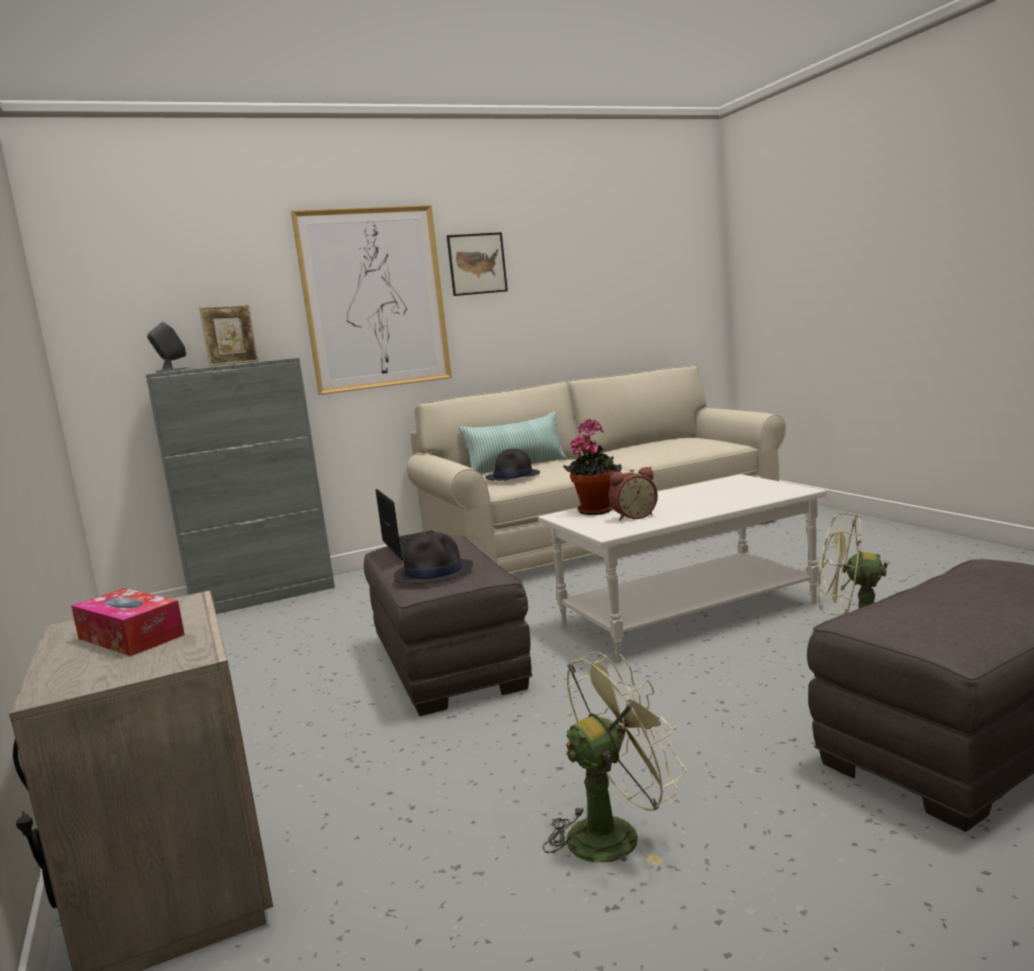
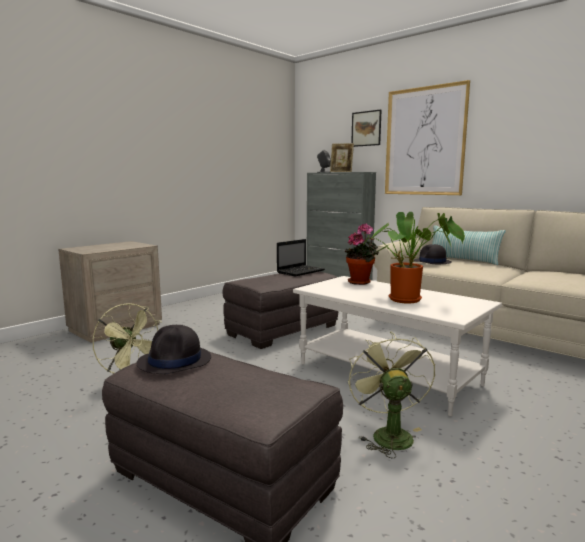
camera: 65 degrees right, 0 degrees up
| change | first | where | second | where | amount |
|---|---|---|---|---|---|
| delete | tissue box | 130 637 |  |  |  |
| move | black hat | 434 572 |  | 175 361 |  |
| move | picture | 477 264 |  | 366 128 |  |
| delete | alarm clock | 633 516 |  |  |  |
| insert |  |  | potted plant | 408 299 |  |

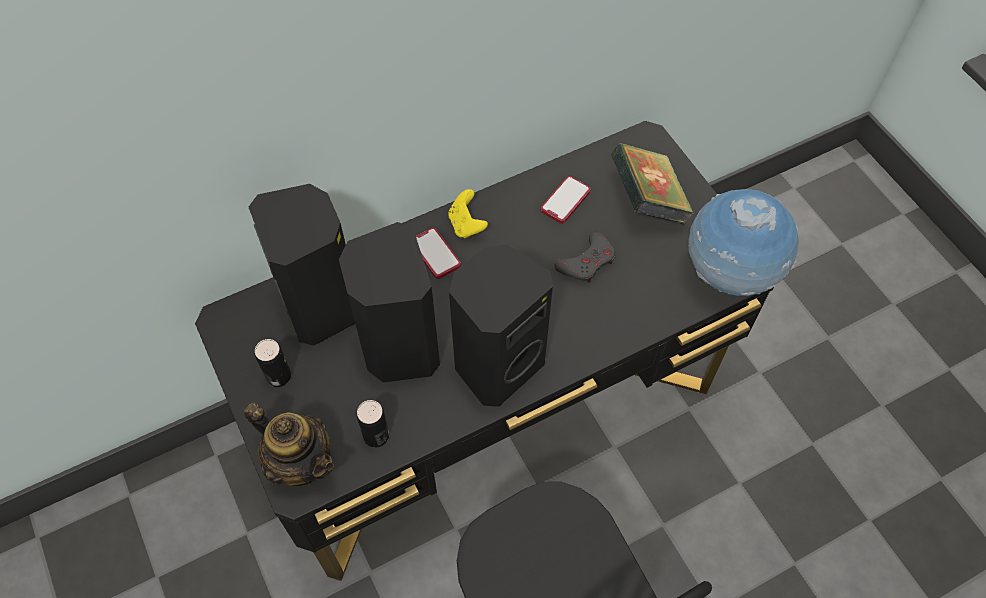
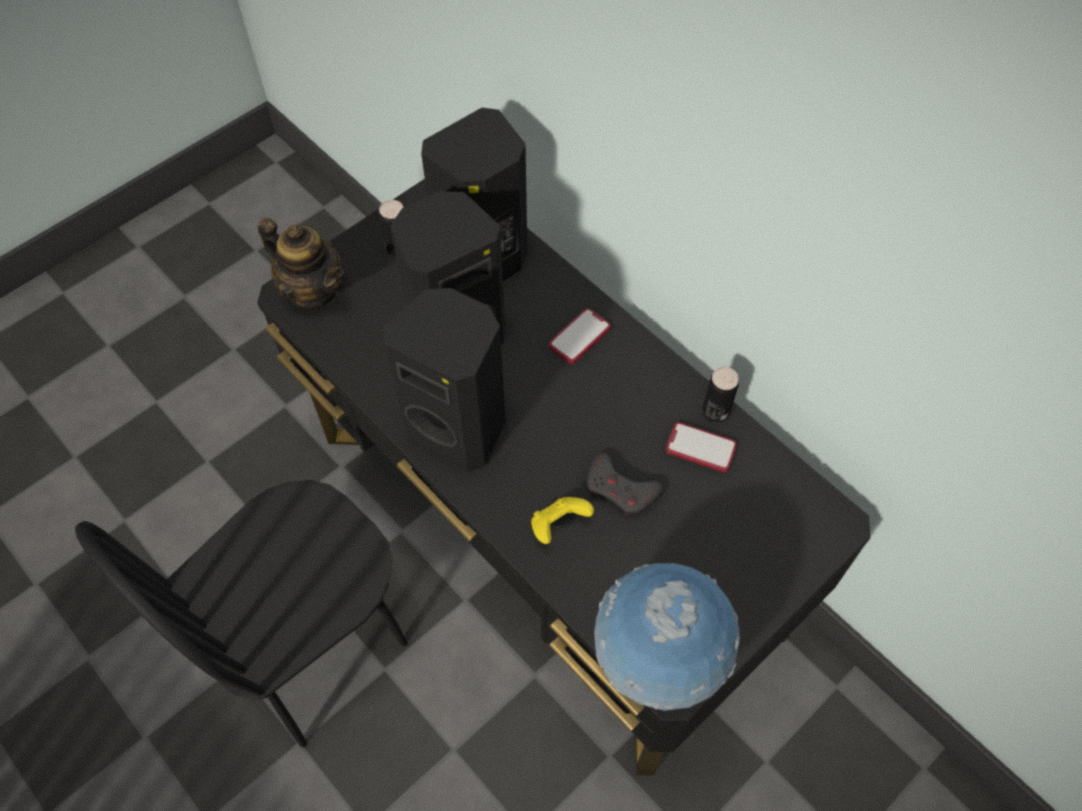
camera: 75 degrees right, 0 degrees up
| change | first | where | second | where | amount |
|---|---|---|---|---|---|
| rotate | teapot | 301 462 |  | 313 291 | 75 degrees counterclockwise |
| move | can | 376 436 |  | 715 411 |  |
| move | yellow game controller | 466 225 |  | 558 525 |  |
| delete | book | 647 201 |  |  |  |

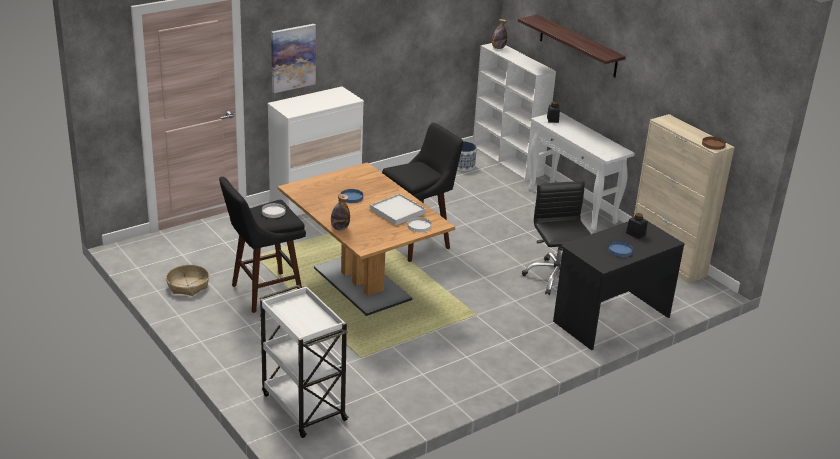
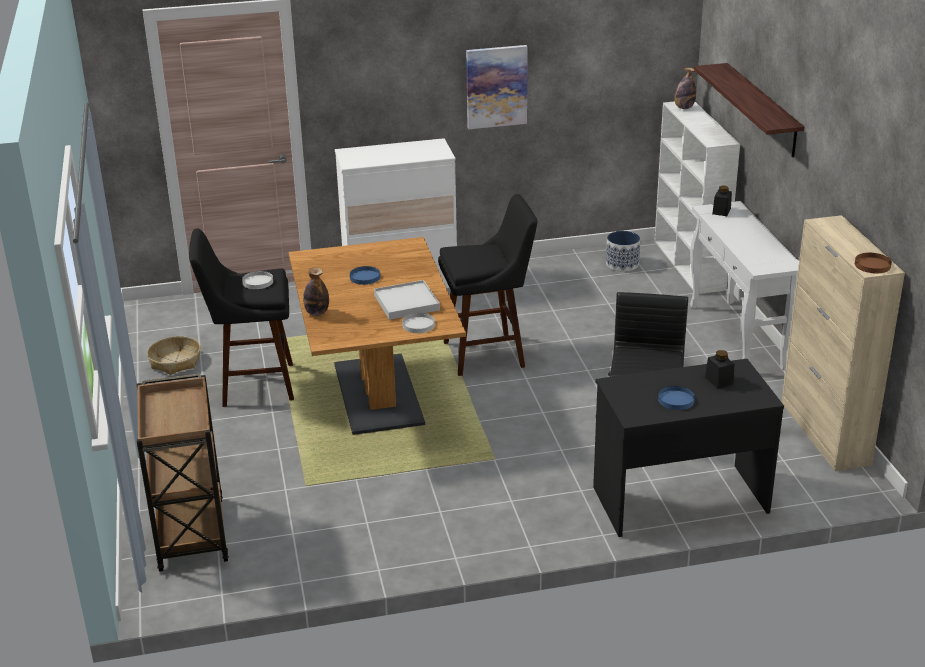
camera: 25 degrees right, 0 degrees up
| change | first | where | second | where | amount |
|---|---|---|---|---|---|
| recolor | white cart | 303 406 | brown cart | 191 532 |  |
| move | picture | 292 57 |  | 496 86 |  |

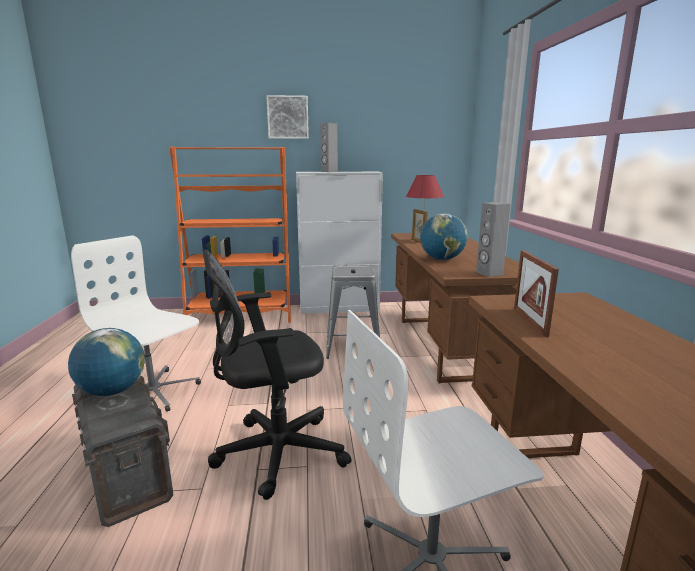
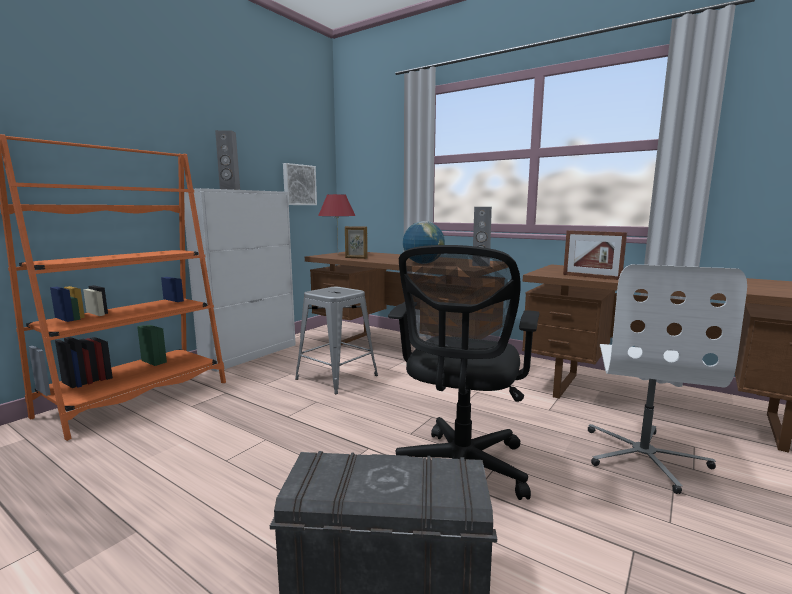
camera: 50 degrees left, 5 degrees down
| change | first | where | second | where | amount |
|---|---|---|---|---|---|
| delete | globe | 113 391 |  |  |  |
| delete | white office chair | 152 392 |  |  |  |
| move | picture | 288 117 |  | 298 185 |  |

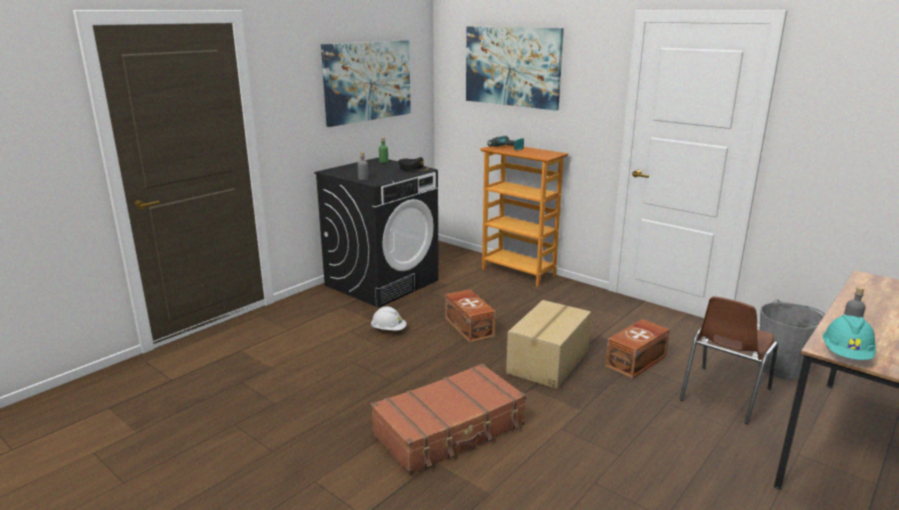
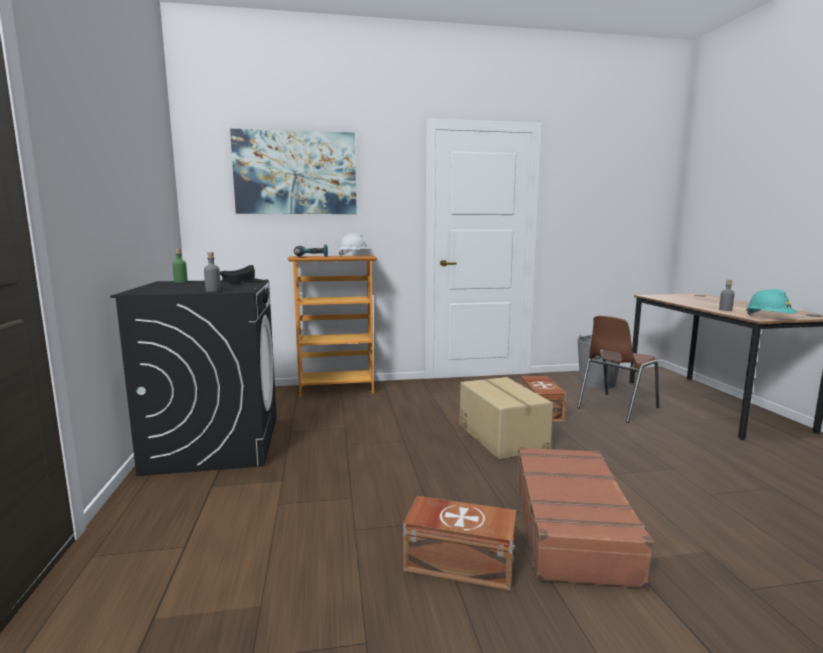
camera: 50 degrees left, 10 degrees down
| change | first | where | second | where | amount |
|---|---|---|---|---|---|
| delete | picture | 367 81 |  |  |  |
| move | white hard hat | 388 330 |  | 354 256 |  |
| move | brown storage box | 469 327 |  | 458 561 |  |
| rotate | brown chair | 723 395 |  | 616 408 | 60 degrees clockwise |

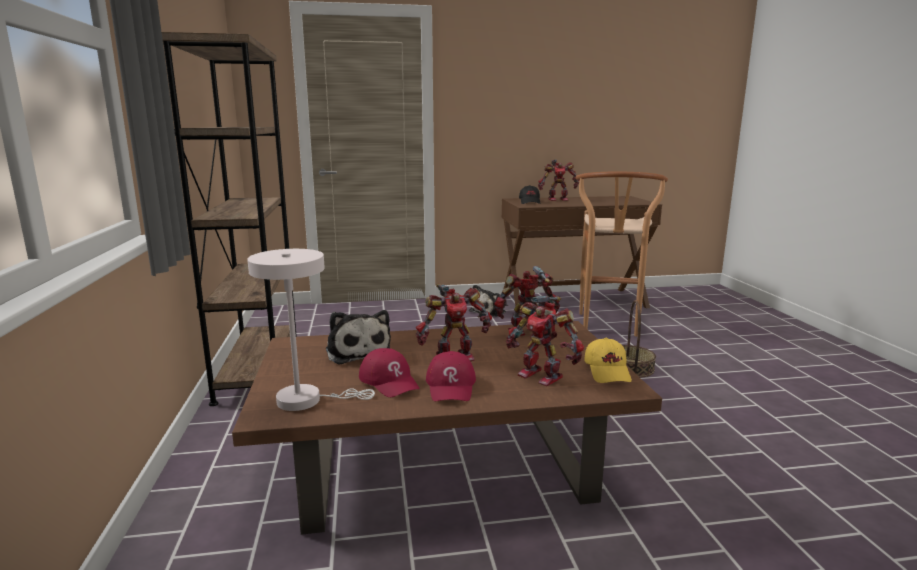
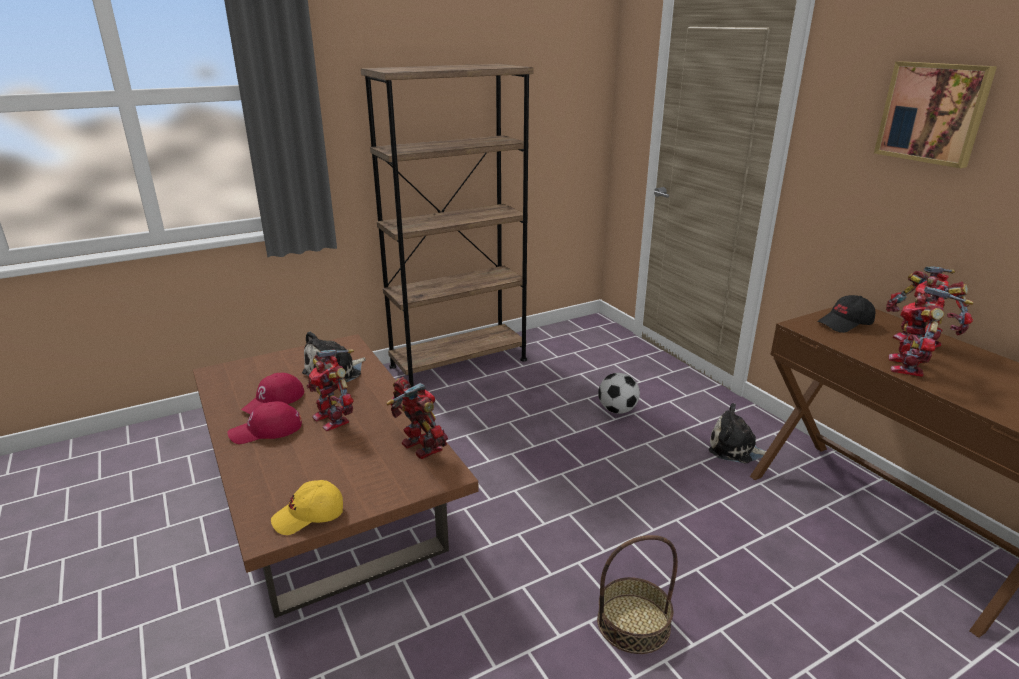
camera: 70 degrees right, 10 degrees up
| change | first | where | second | where | amount |
|---|---|---|---|---|---|
| delete | white table lamp | 307 400 |  |  |  |
| move | toy robot | 542 375 |  | 909 366 |  |
| delete | brown stool | 609 327 |  |  |  |
| insert |  |  | football | 617 410 |  |
| insert |  |  | picture | 933 113 |  |

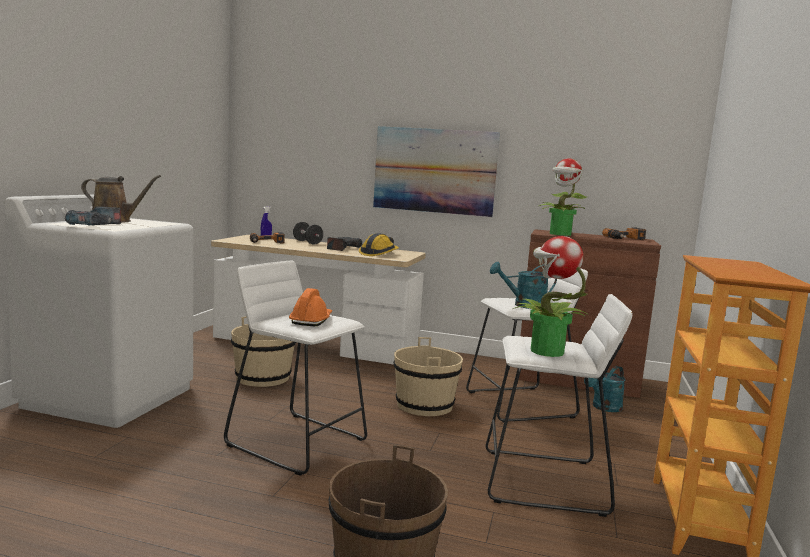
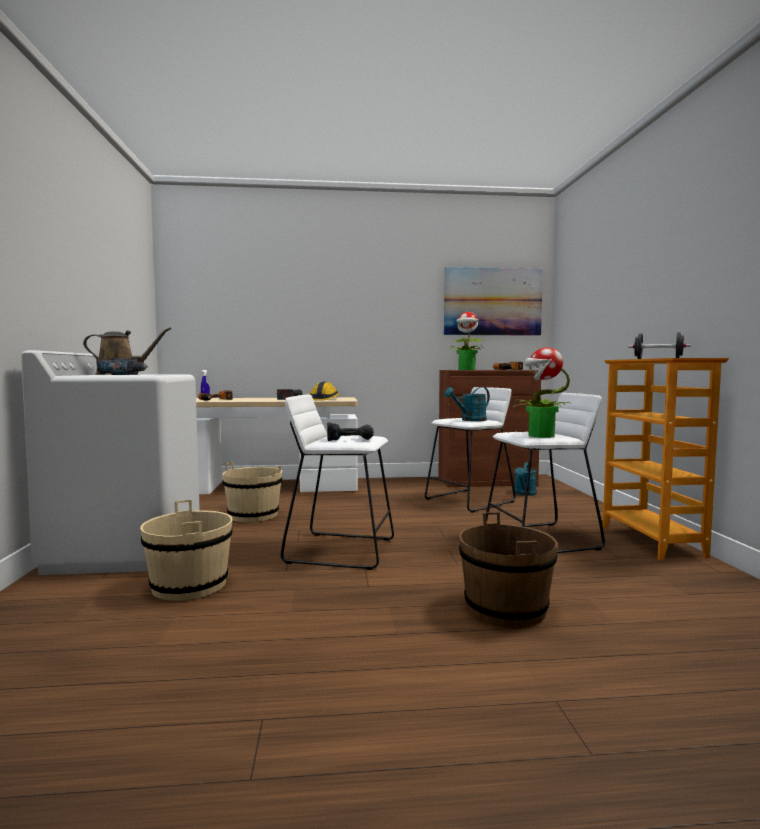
camera: 20 degrees left, 5 degrees down
| change | first | where | second | where | amount |
|---|---|---|---|---|---|
| replace | orange hard hat | 311 320 | power drill | 350 438 |  |
| move | black dumbbell | 307 242 |  | 658 359 |  |
| move | picture | 435 171 |  | 492 302 |  |
| move | beige bucket | 424 405 |  | 190 585 |  |

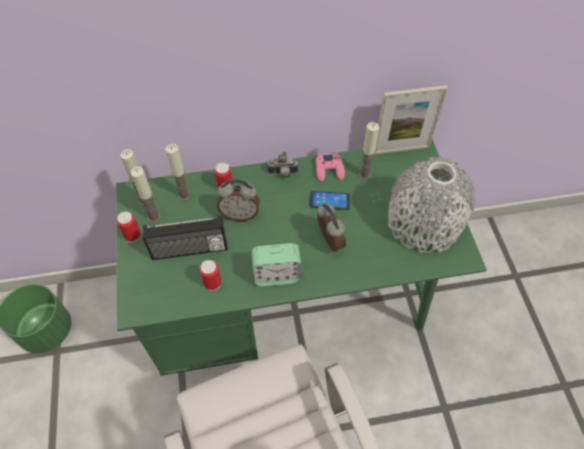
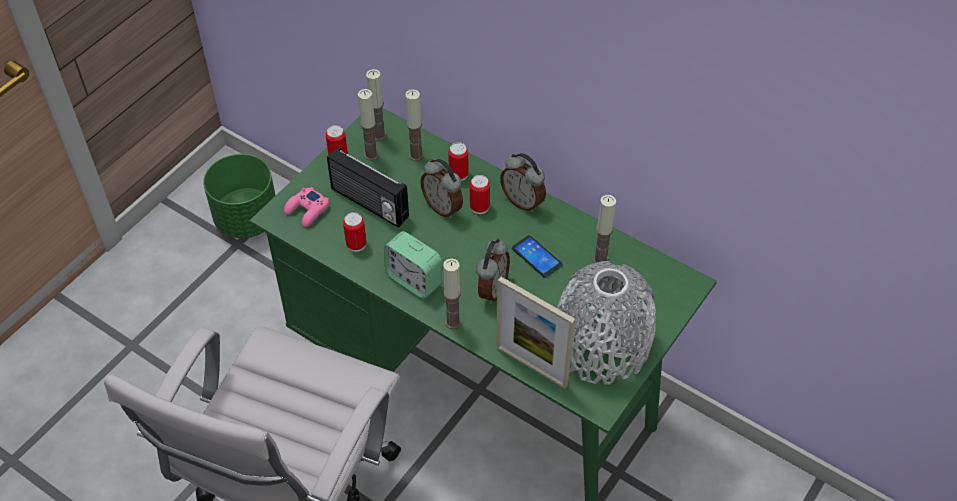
camera: 45 degrees right, 5 degrees down
| change | first | where | second | where | amount |
|---|---|---|---|---|---|
| replace | photo camera | 283 174 | alarm clock | 523 201 |  |
| move | pink game controller | 329 170 |  | 307 210 |  |
| move | picture frame | 401 149 |  | 531 366 |  |
| insert |  |  | candle | 453 322 |  |
| insert |  |  | can | 479 207 |  |

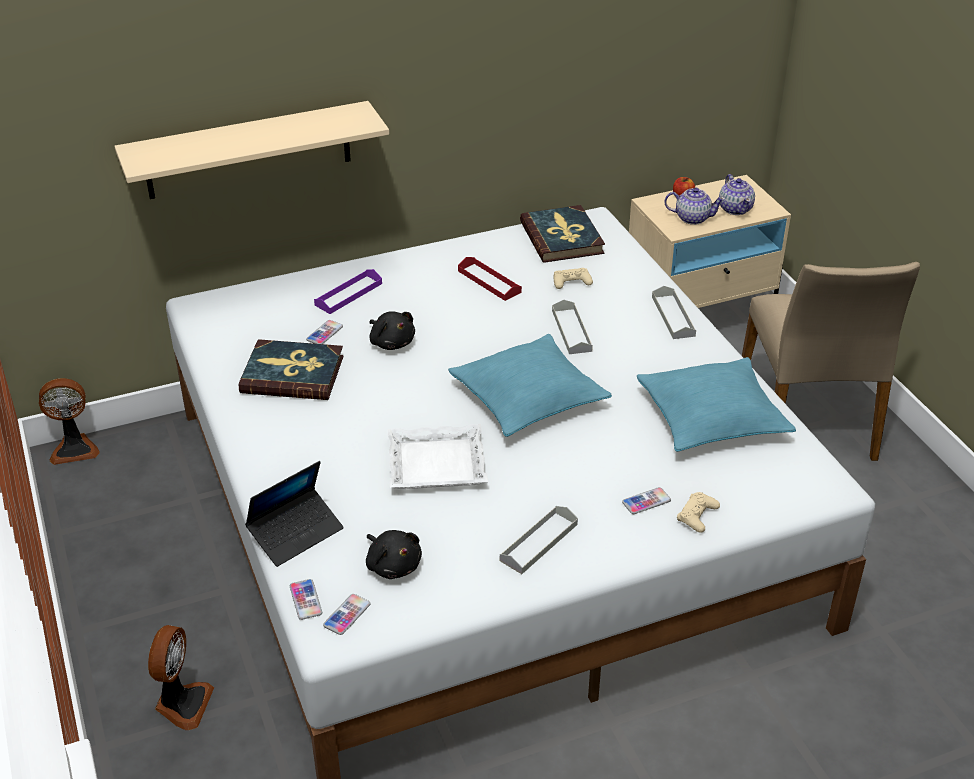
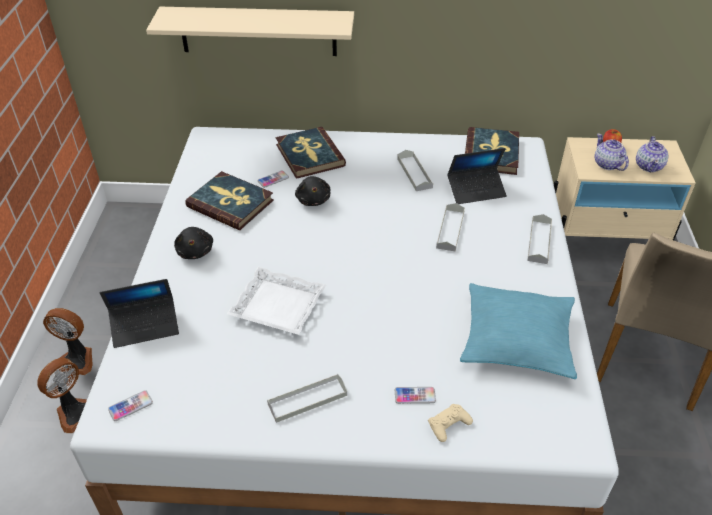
camera: 25 degrees right, 5 degrees up
| change | first | where | second | where | amount |
|---|---|---|---|---|---|
| move | fan | 74 448 |  | 77 359 |  |
| delete | phone | 306 600 |  |  |  |
| replace | purple tray | 348 294 | book | 309 155 |  |
| move | black plush toy | 393 565 |  | 195 251 |  |
| delete | turquoise pillow | 528 397 |  |  |  |
| recolor | red tray | 489 281 | grey tray | 414 173 |  |
| replace | beige game controller | 571 282 | laptop | 476 190 |  |
| rotate | teapot | 692 218 |  | 607 164 | 150 degrees counterclockwise |

